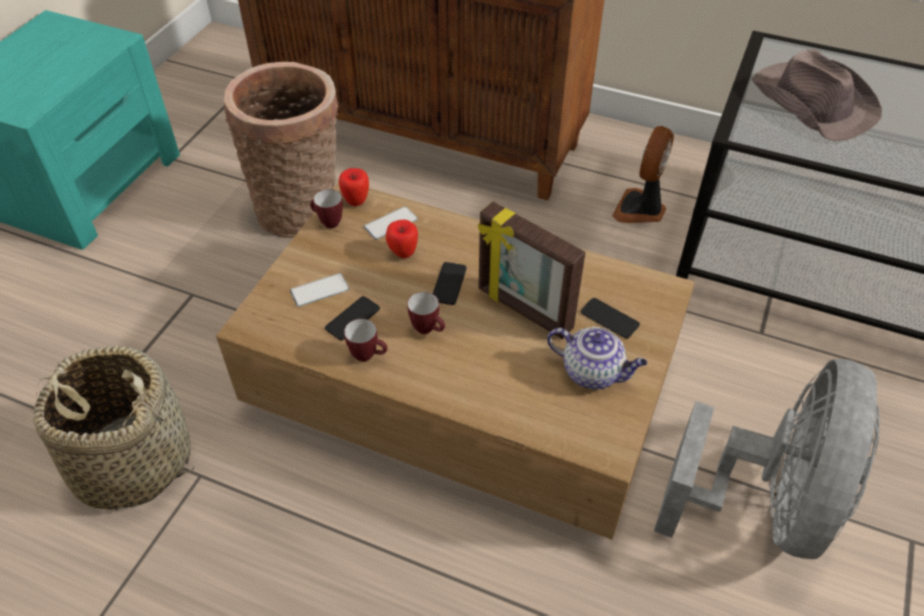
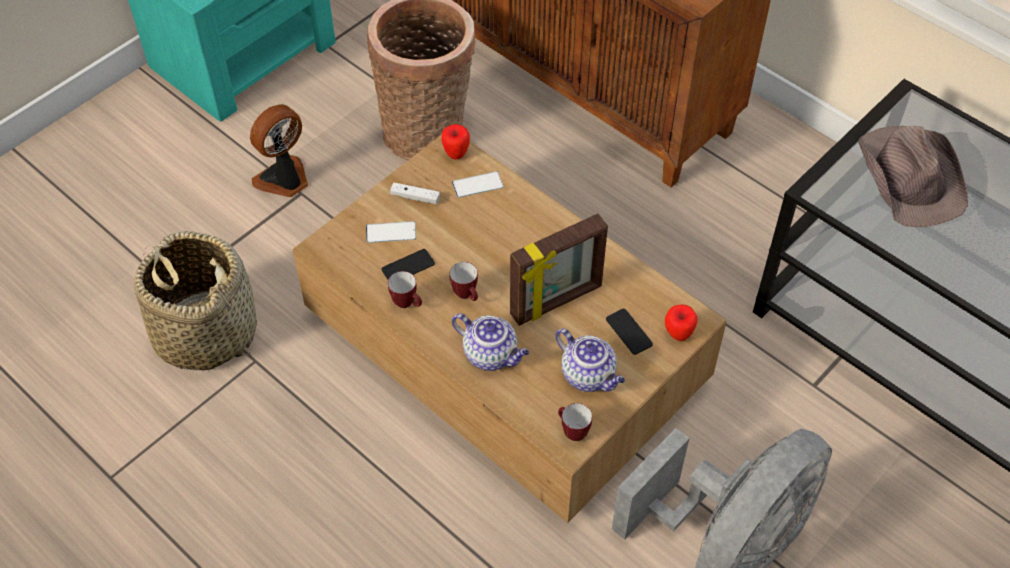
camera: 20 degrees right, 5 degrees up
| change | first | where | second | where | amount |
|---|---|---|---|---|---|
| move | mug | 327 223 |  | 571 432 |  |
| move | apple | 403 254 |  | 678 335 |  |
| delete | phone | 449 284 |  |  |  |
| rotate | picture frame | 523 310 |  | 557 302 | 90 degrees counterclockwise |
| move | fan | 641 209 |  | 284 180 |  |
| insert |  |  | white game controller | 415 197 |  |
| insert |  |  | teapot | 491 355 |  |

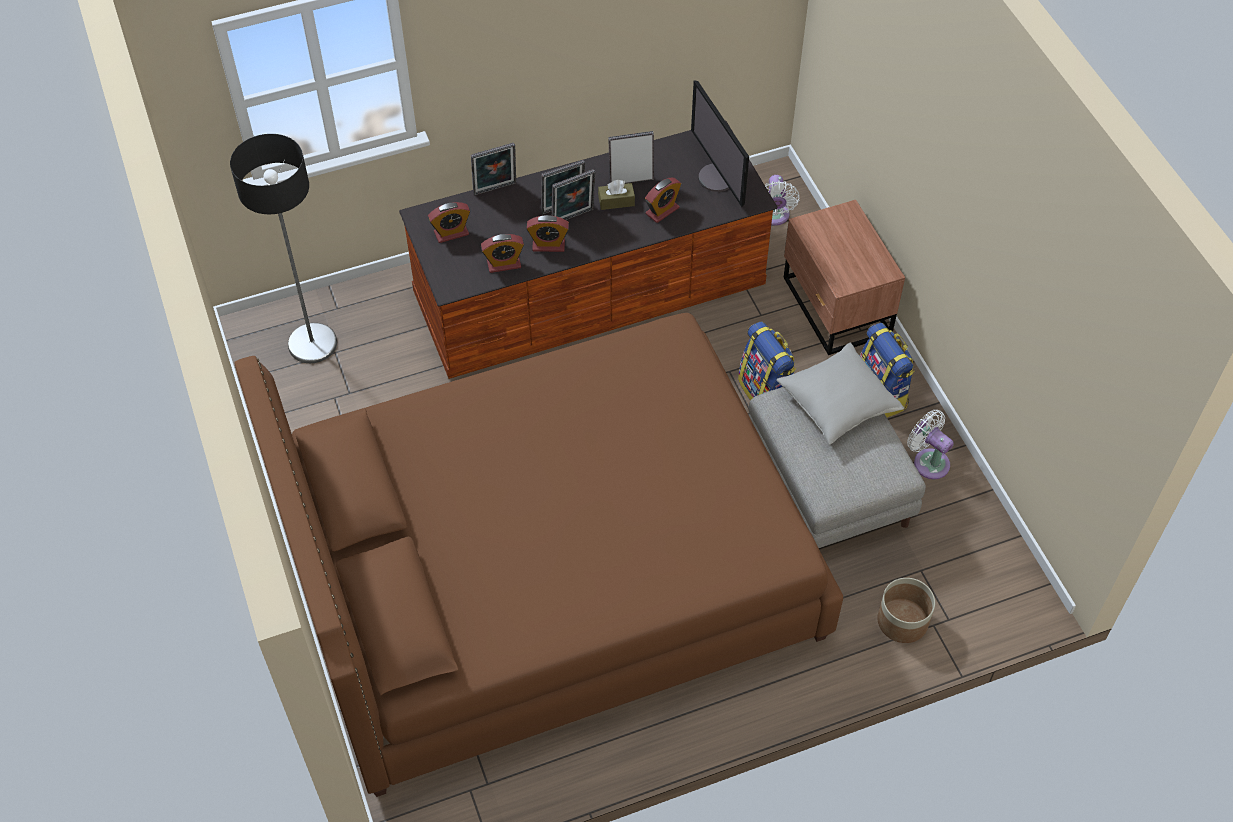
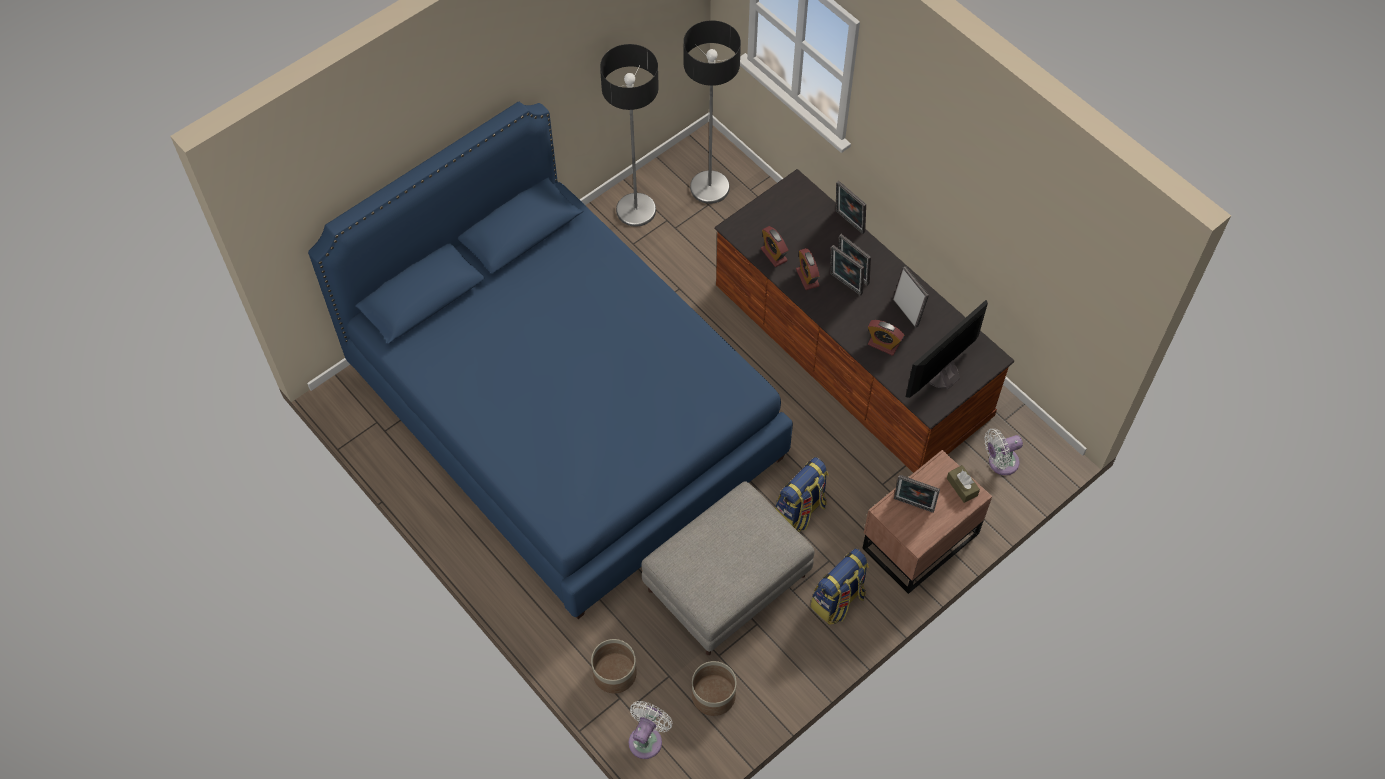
camera: 70 degrees right, 5 degrees up
| change | first | where | second | where | amount |
|---|---|---|---|---|---|
| recolor | brown bed | 549 576 | blue bed | 564 413 |  |
| delete | alarm clock | 451 233 |  |  |  |
| move | brown tissue box | 616 201 |  | 962 487 |  |
| delete | grey pillow | 838 403 |  |  |  |
| move | white fan | 928 461 |  | 647 739 |  |
| insert |  |  | floor lamp | 636 210 |  |
| insert |  |  | planter | 713 695 |  |
| insert |  |  | picture frame | 913 506 |  |

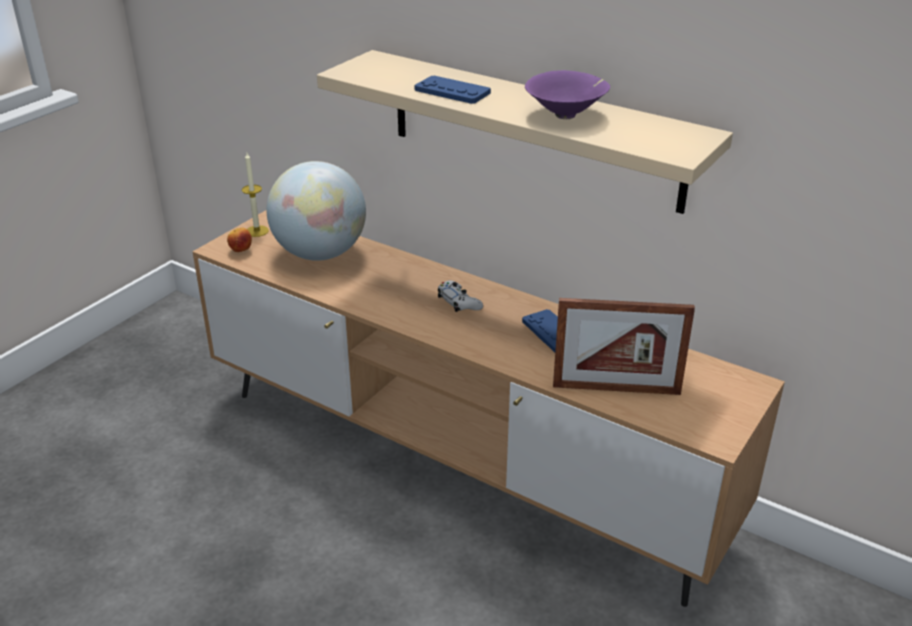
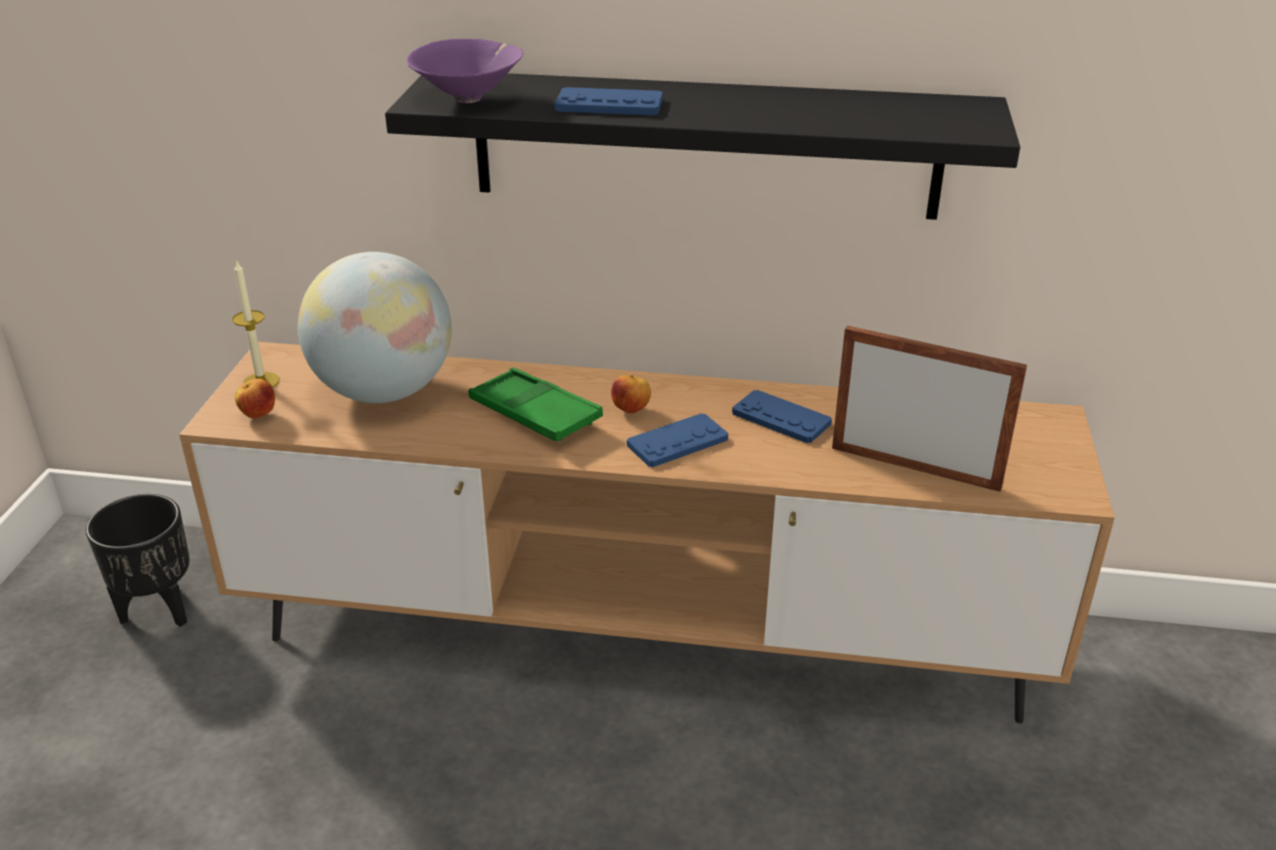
camera: 25 degrees left, 0 degrees up
| change | first | where | second | where | amount |
|---|---|---|---|---|---|
| recolor | beige shelf | 533 129 | black shelf | 705 144 |  |
| replace | white game controller | 459 302 | apple | 631 410 |  |
| move | purple bowl | 567 115 |  | 470 98 |  |
| rotate | picture frame | 616 389 |  | 915 467 | 135 degrees counterclockwise |
| insert |  |  | black planter | 160 609 |  |
| insert |  |  | green tray | 534 413 |  |
| insert |  |  | blue game controller | 677 442 |  |

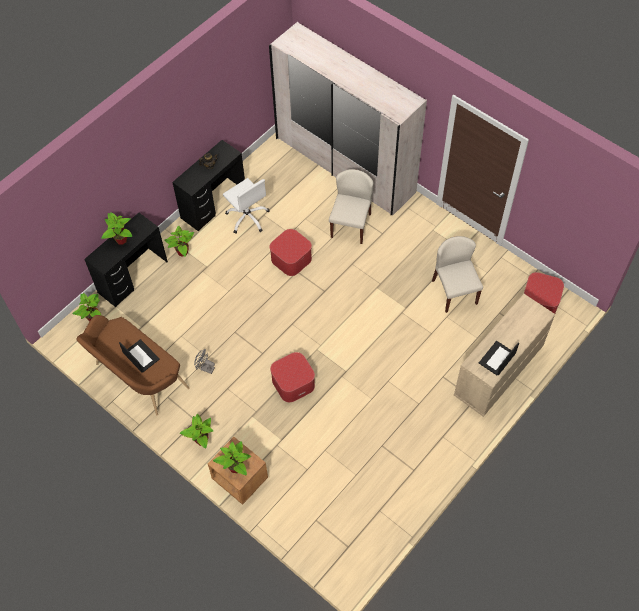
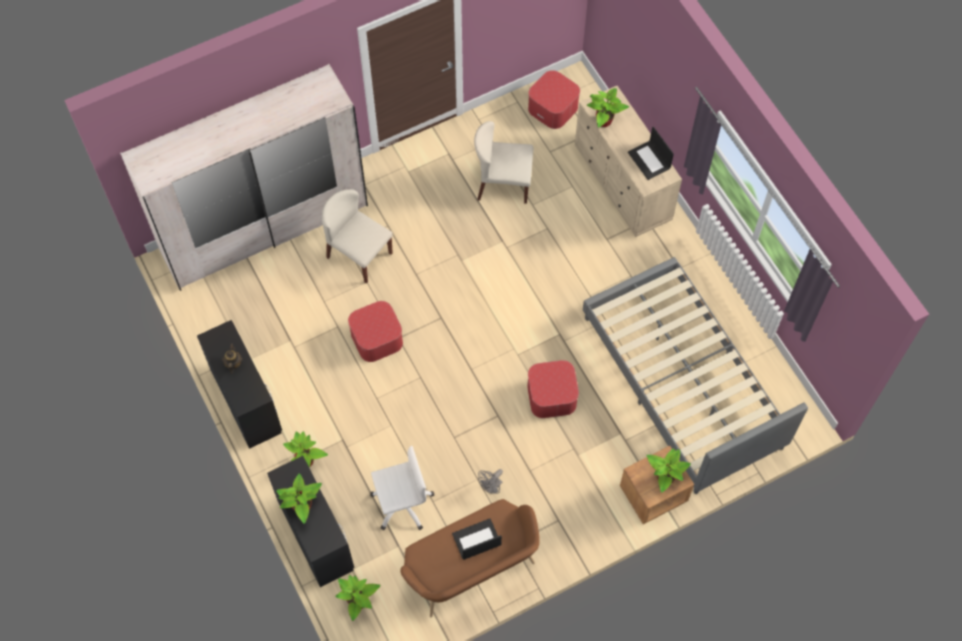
camera: 70 degrees left, 5 degrees up
| change | first | where | second | where | amount |
|---|---|---|---|---|---|
| move | potted plant | 201 440 |  | 603 121 |  |
| move | white office chair | 248 217 |  | 402 503 |  |
| insert |  |  | grey bed | 682 382 |  |

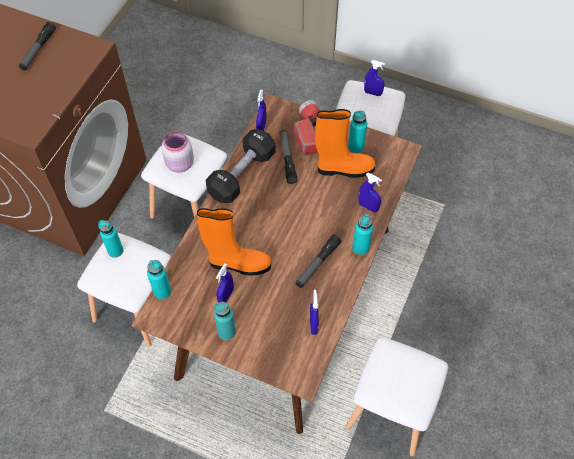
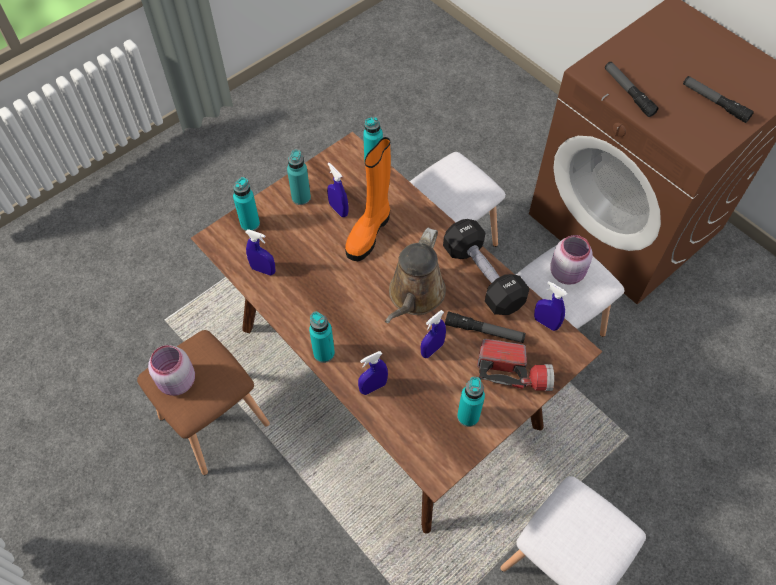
camera: 115 degrees right, 0 degrees up
| change | first | where | second | where | amount |
|---|---|---|---|---|---|
| move | turquoise bottle | 115 250 |  | 250 224 |  |
| move | flashlight | 317 264 |  | 628 92 |  |
| delete | orange boot | 344 169 |  |  |  |
| recolor | white stool | 391 411 | brown stool | 212 420 |  |
| move | blue spray bottle | 373 93 |  | 432 349 |  |
| insert |  |  | pink jar | 176 382 |  |
| insert |  |  | brown watering can | 414 296 |  |

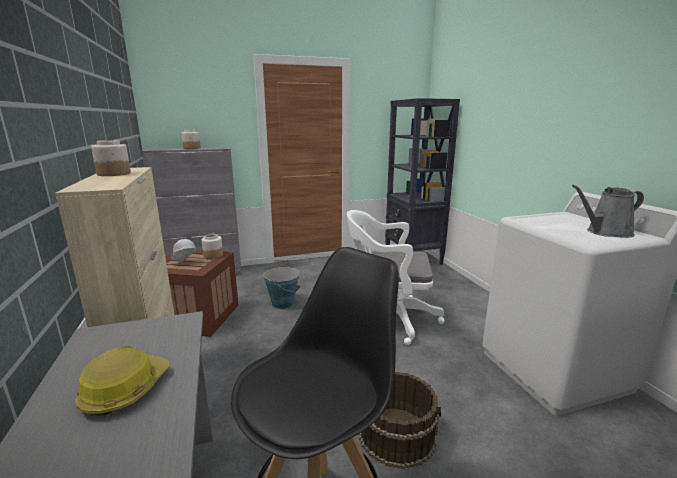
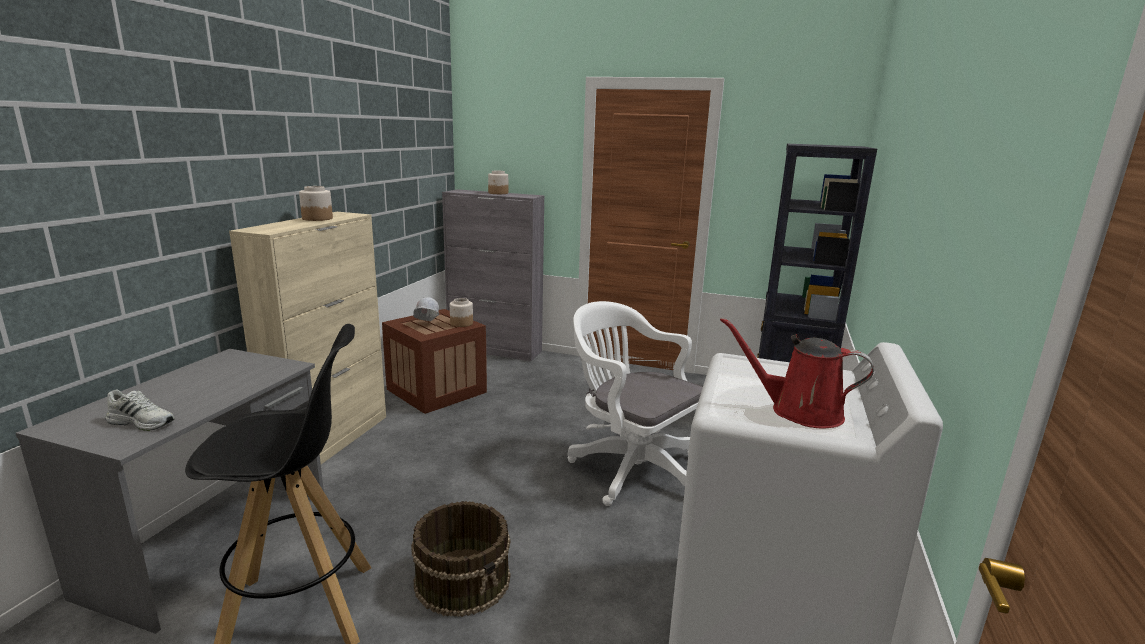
camera: 35 degrees right, 0 degrees up
| change | first | where | second | where | amount |
|---|---|---|---|---|---|
| delete | hard hat | 125 390 |  |  |  |
| delete | bucket | 283 303 |  |  |  |
| recolor | grey watering can | 606 232 | red watering can | 799 411 |  |
| insert |  |  | white shoe | 143 422 |  |

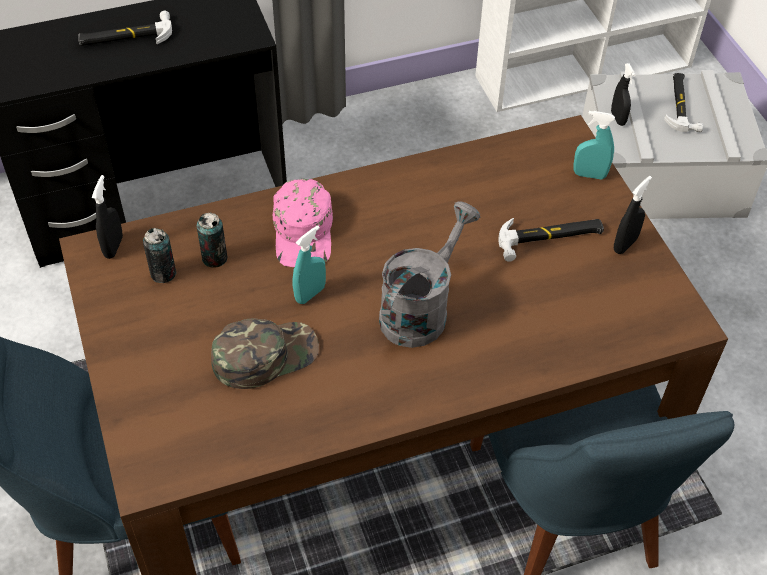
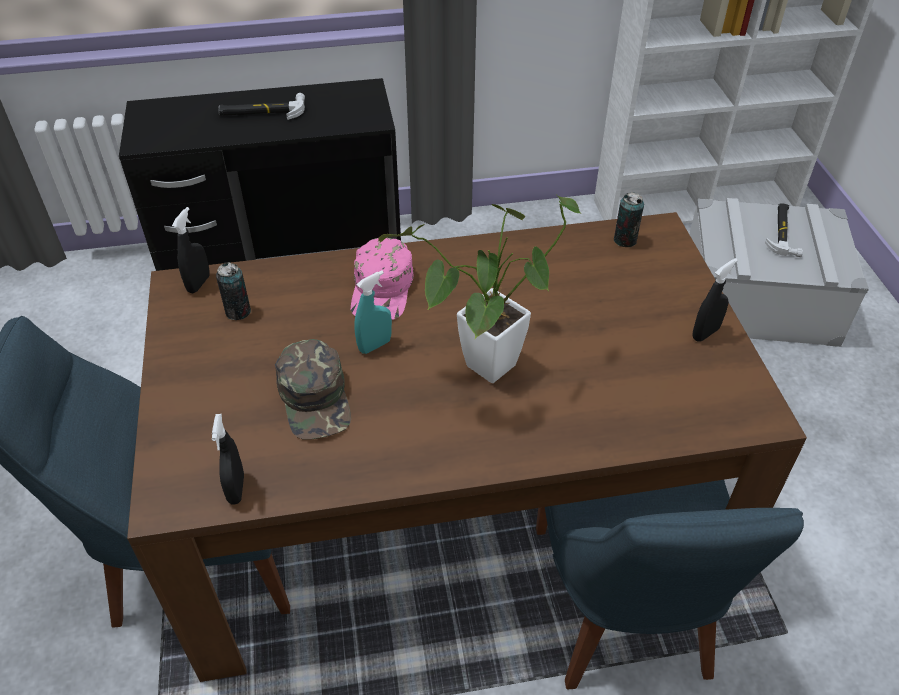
camera: 10 degrees right, 5 degrees down
| change | first | where | second | where | amount |
|---|---|---|---|---|---|
| move | can | 214 258 |  | 625 240 |  |
| rotate | green cap | 265 355 |  | 315 397 | 90 degrees clockwise |
| replace | grey watering can | 420 309 | potted plant | 482 372 |  |
| delete | hammer | 550 238 |  |  |  |
| delete | turquoise spray bottle | 589 175 |  |  |  |
| move | black spray bottle | 618 118 |  | 236 489 |  |

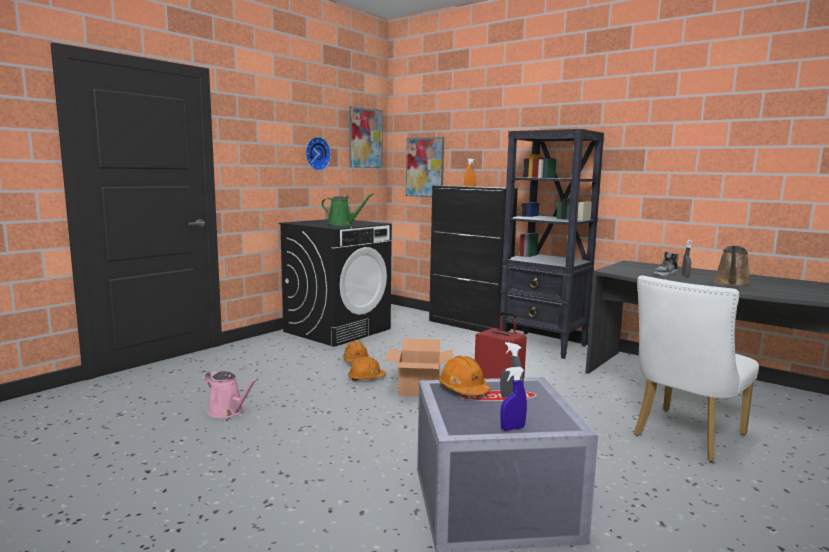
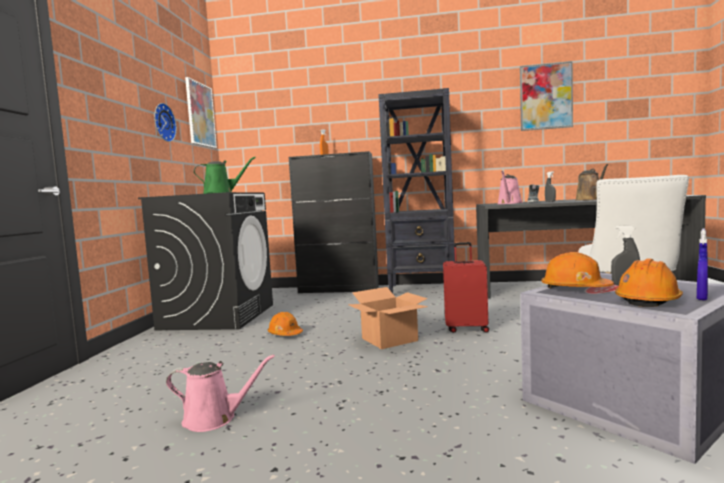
camera: 30 degrees left, 5 degrees down
| change | first | where | second | where | amount |
|---|---|---|---|---|---|
| move | orange hard hat | 366 378 |  | 648 300 |  |
| move | picture | 425 167 |  | 545 96 |  |
| insert |  |  | pink watering can | 509 203 |  |

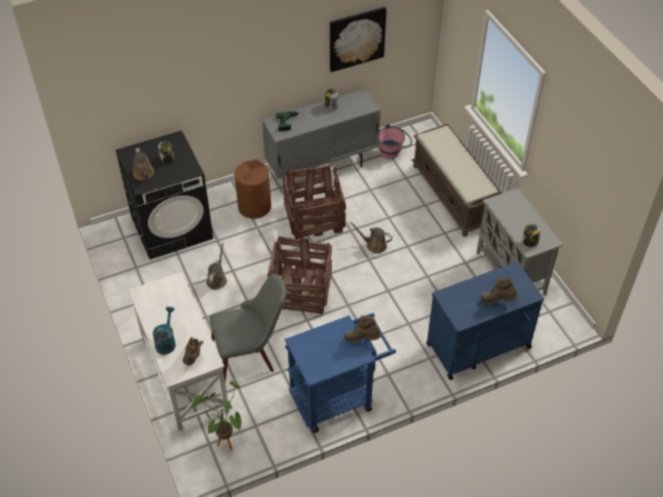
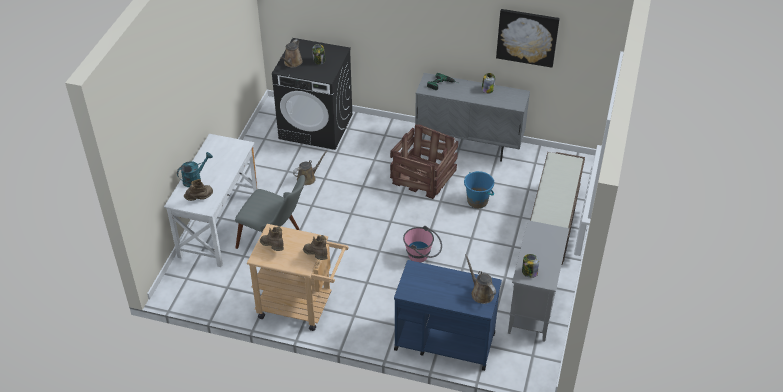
camera: 40 degrees right, 5 degrees down
| change | first | where | second | where | amount |
|---|---|---|---|---|---|
| delete | potted plant | 224 440 |  |  |  |
| delete | brown laundry basket | 254 206 |  |  |  |
| delete | crate | 301 290 |  |  |  |
| recolor | blue cart | 338 397 | beige cart | 301 306 |  |
| move | brown watering can | 374 245 |  | 481 293 |  |
| move | pink bucket | 393 151 |  | 422 256 |  |
| move | brown boot | 497 301 |  | 273 248 |  |
| insert |  |  | blue bucket | 477 201 |  |

